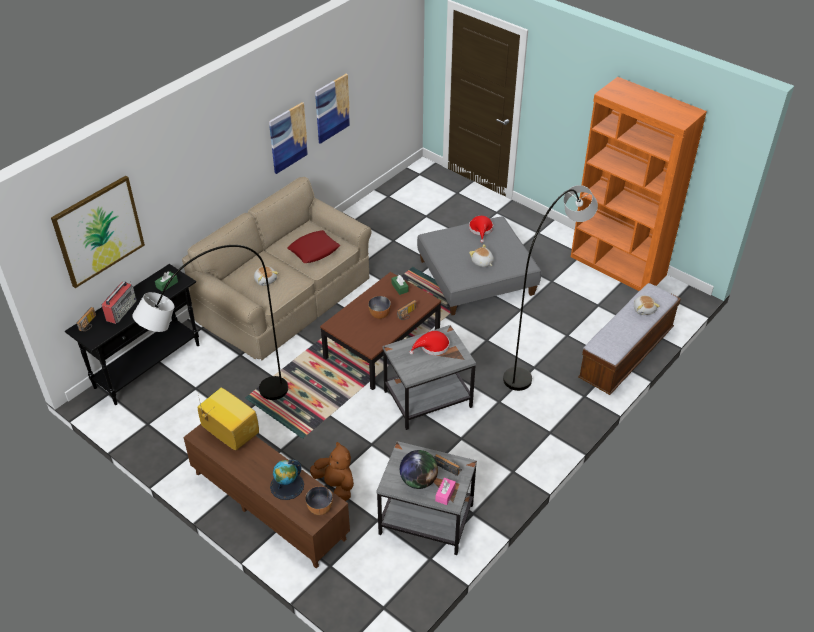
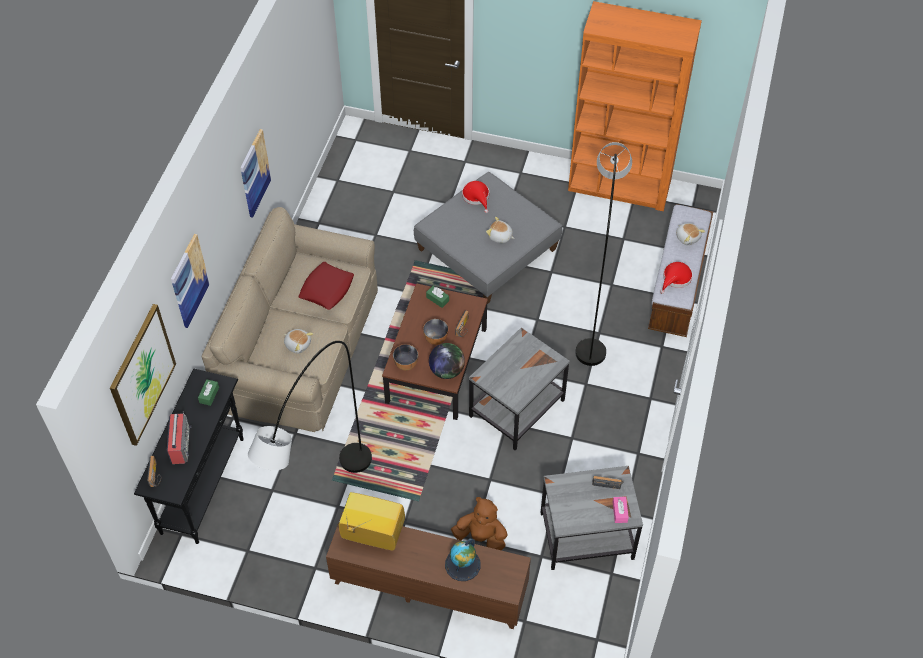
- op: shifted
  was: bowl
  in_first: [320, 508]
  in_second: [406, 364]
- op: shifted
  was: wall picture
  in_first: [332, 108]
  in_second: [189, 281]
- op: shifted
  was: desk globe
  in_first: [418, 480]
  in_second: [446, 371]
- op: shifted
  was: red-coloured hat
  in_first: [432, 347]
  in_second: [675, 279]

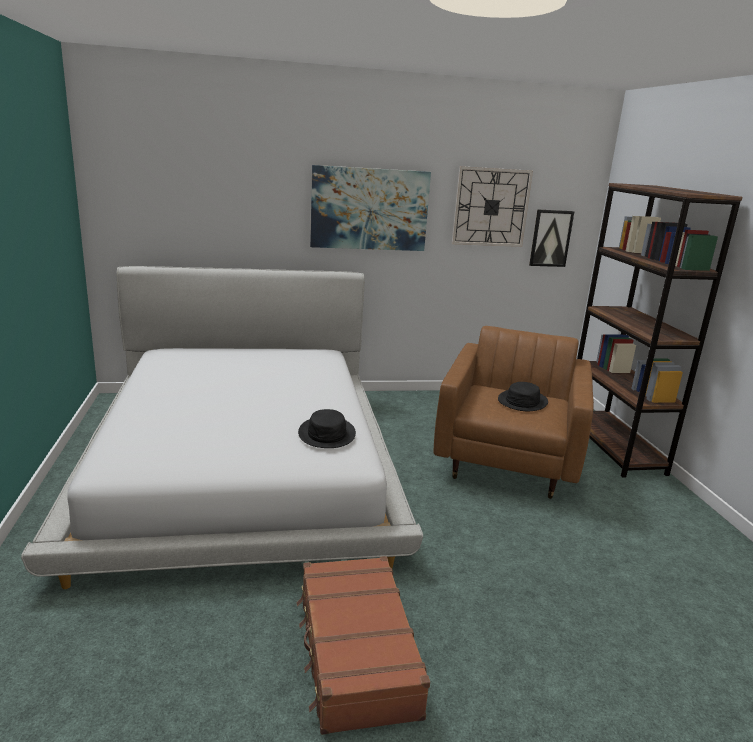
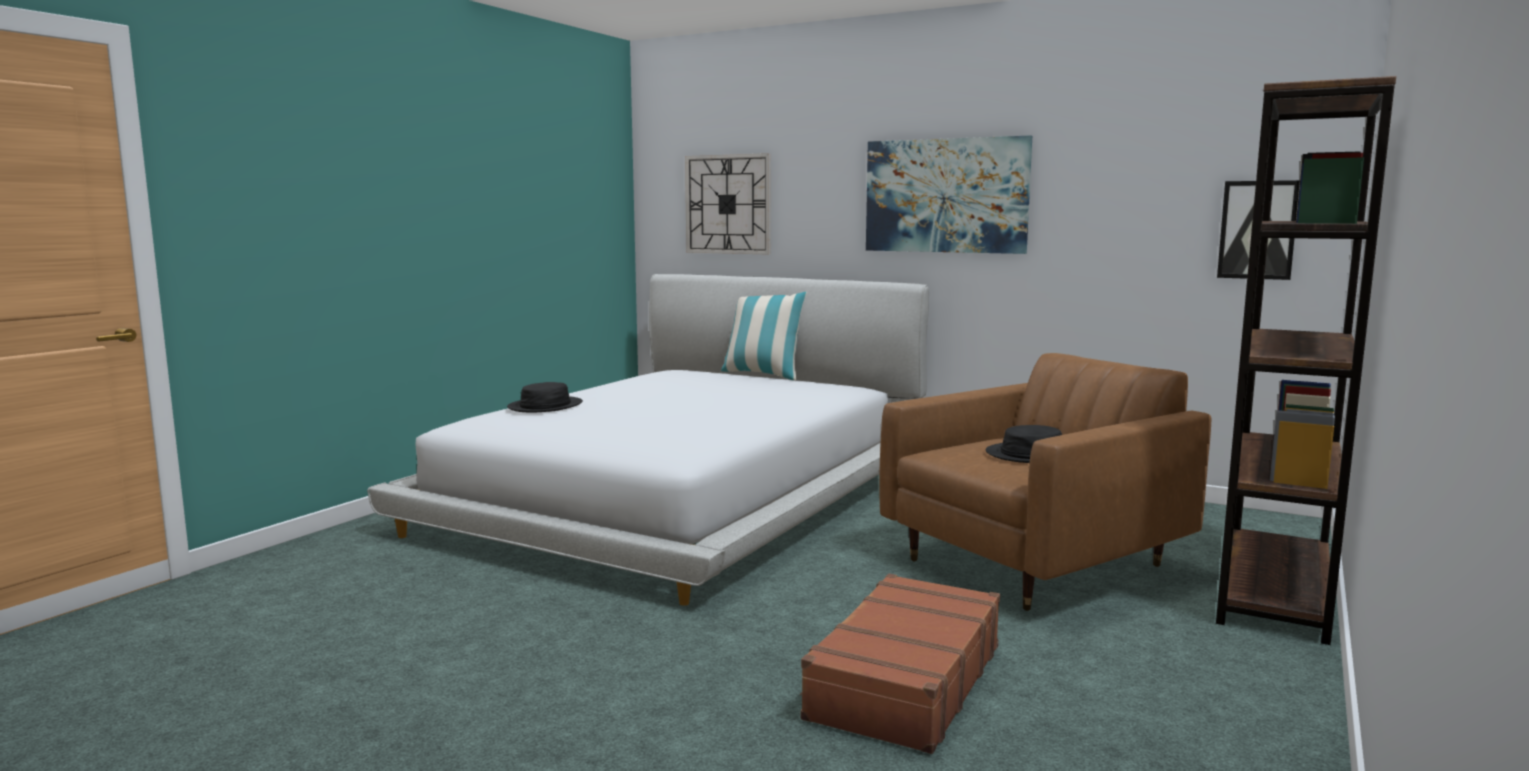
- op: shifted
  was: brown-coloured travel case
  in_first: [355, 653]
  in_second: [904, 682]
- op: shifted
  was: blackish hat
  in_first: [327, 434]
  in_second: [545, 406]
- op: shifted
  was: clock on the wall
  in_first: [491, 207]
  in_second: [728, 204]
- op: new
  now: cushion
  in_second: [763, 374]

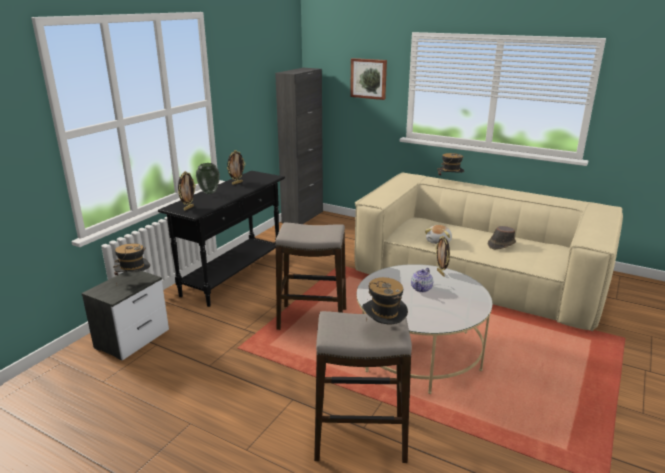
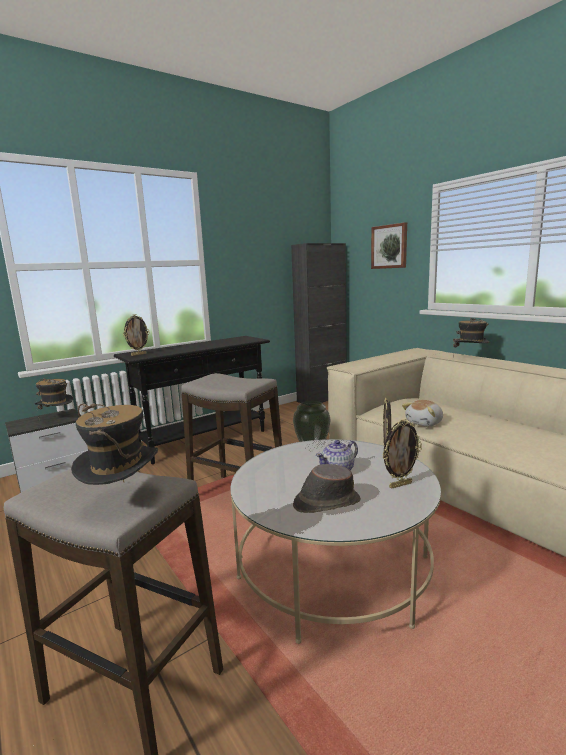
- op: shifted
  was: vase
  in_first: [209, 192]
  in_second: [311, 448]
- op: shifted
  was: standing frame
  in_first: [237, 183]
  in_second: [400, 485]
- op: shifted
  was: brown-coloured hat
  in_first: [501, 244]
  in_second: [326, 503]

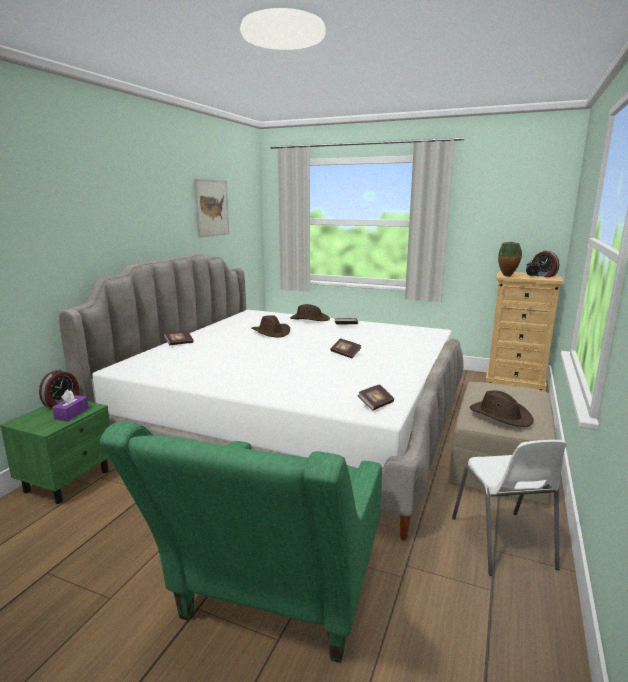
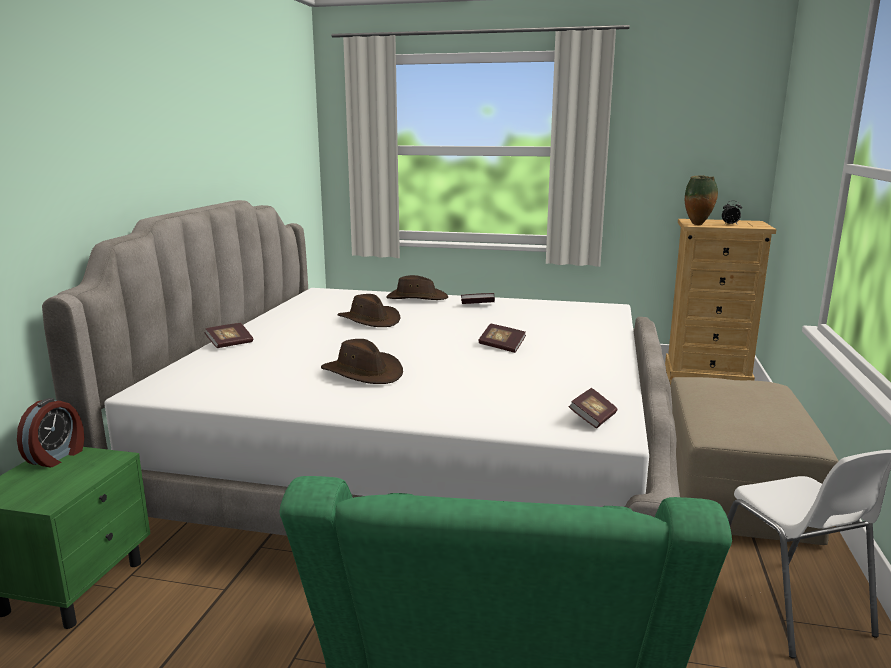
- op: gone
  was: purple-coloured tissue box
  in_first: [71, 413]
- op: gone
  was: wall picture
  in_first: [211, 208]
- op: shifted
  was: brown-coloured hat
  in_first: [500, 415]
  in_second: [363, 373]
- op: gone
  was: bedside clock
  in_first: [543, 276]

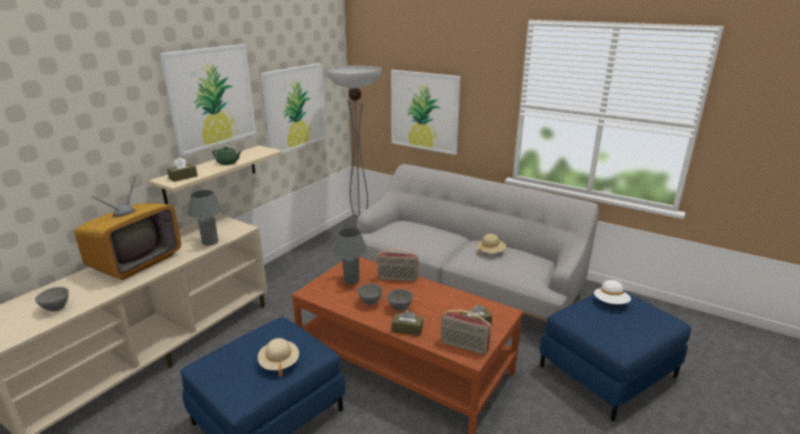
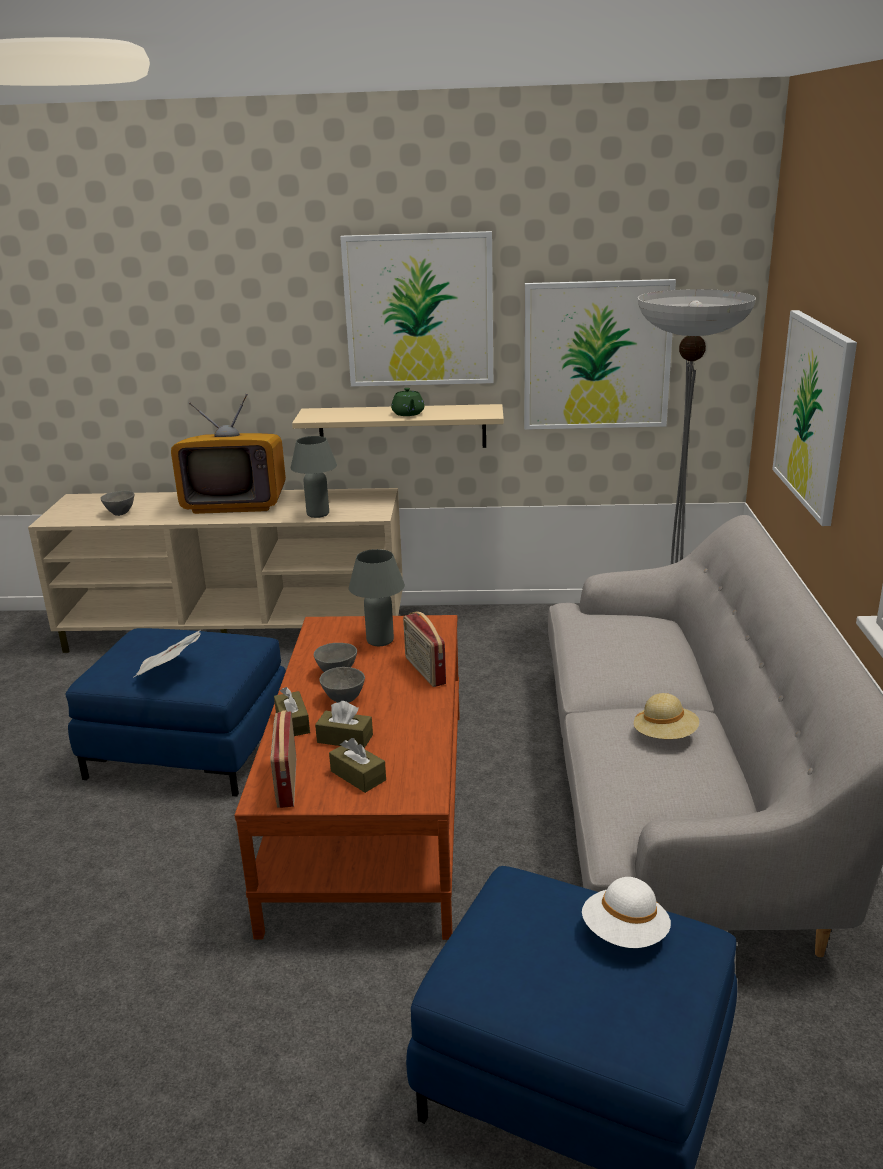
- op: shifted
  was: brown-coloured tissue box
  in_first: [183, 177]
  in_second: [345, 739]
- op: swapped
  was: beige hat
  now: printed paper
  in_first: [279, 363]
  in_second: [169, 671]

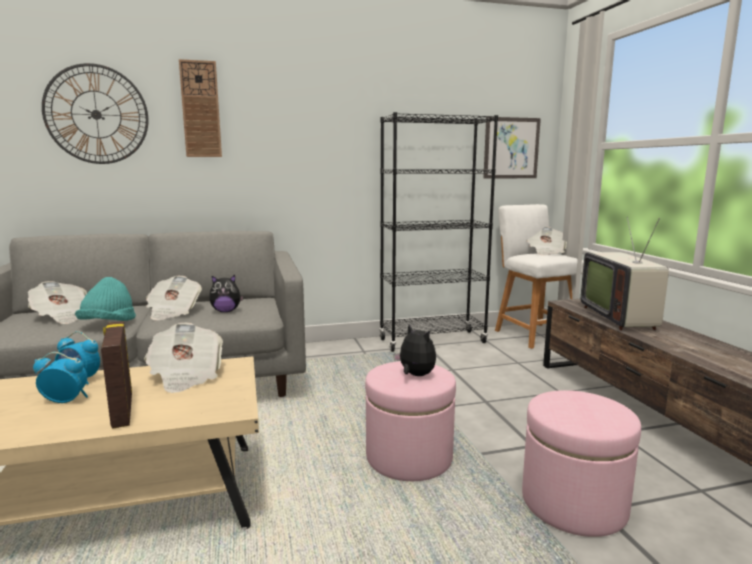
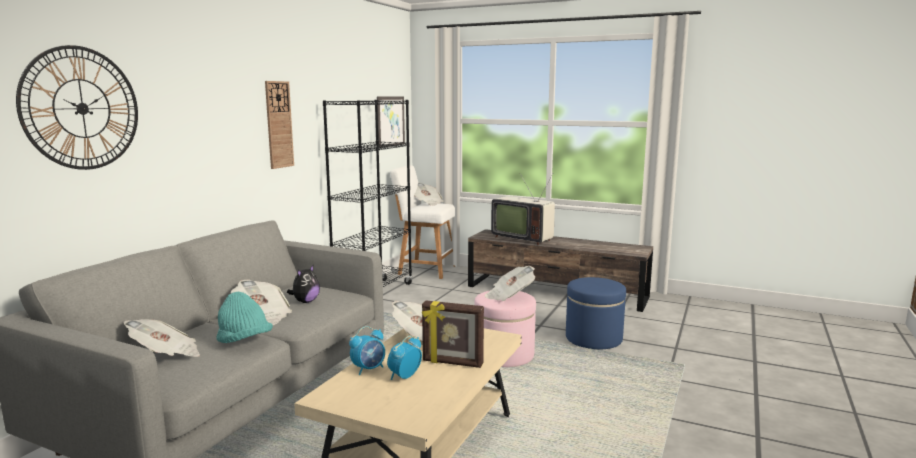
- op: shifted
  was: clock on the wall
  in_first: [201, 109]
  in_second: [279, 124]
- op: swapped
  was: soft toy
  now: printed paper
  in_first: [415, 375]
  in_second: [509, 296]
- op: repainted
  was: pink-coloured pouffe
  now: bluish pouffe
  in_first: [573, 503]
  in_second: [593, 338]

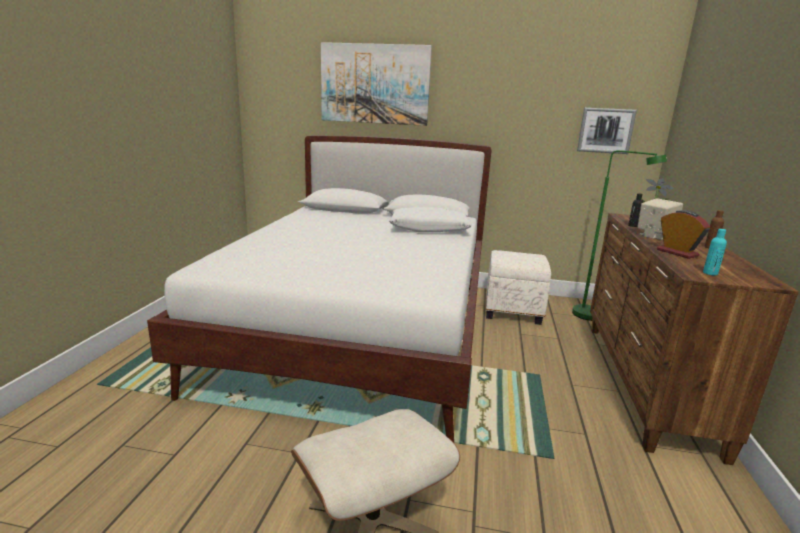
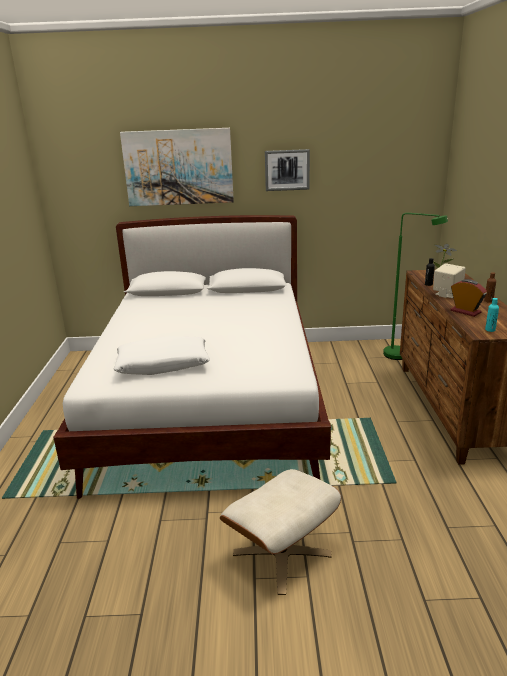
- op: shifted
  was: white-coloured cushion
  in_first: [429, 229]
  in_second: [163, 365]
- op: gone
  was: white-coloured pouffe
  in_first: [513, 311]
- op: shifted
  was: wall picture
  in_first: [605, 130]
  in_second: [287, 170]

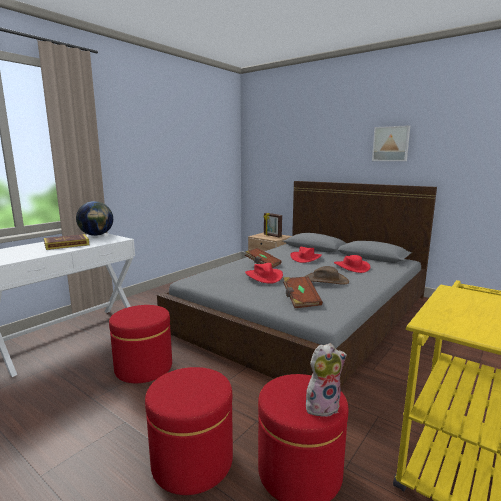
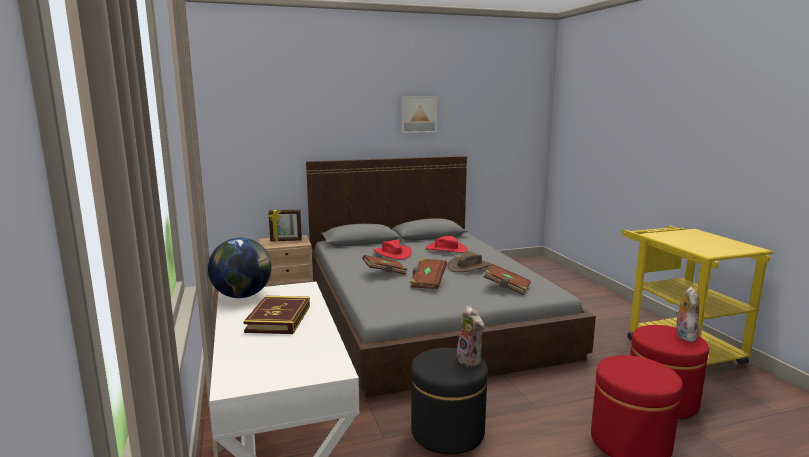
- op: repainted
  was: red-coloured pouffe
  now: blackish pouffe
  in_first: [143, 368]
  in_second: [447, 431]
- op: swapped
  was: red-coloured hat
  now: brown-coloured book
  in_first: [263, 276]
  in_second: [427, 282]
- op: new
  now: soft toy
  in_second: [471, 360]

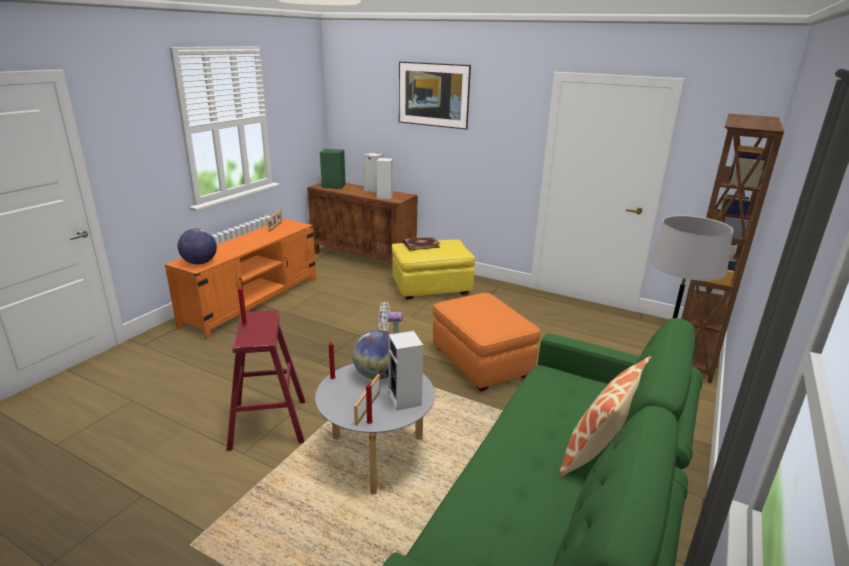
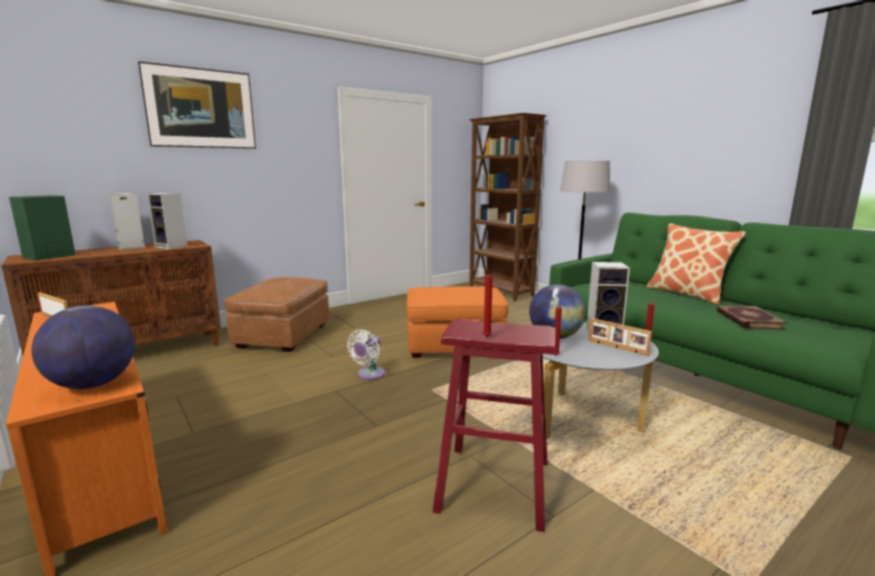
- op: repainted
  was: yellow-coloured pouffe
  now: brown-coloured pouffe
  in_first: [431, 287]
  in_second: [283, 336]
- op: shifted
  was: book
  in_first: [421, 244]
  in_second: [748, 320]

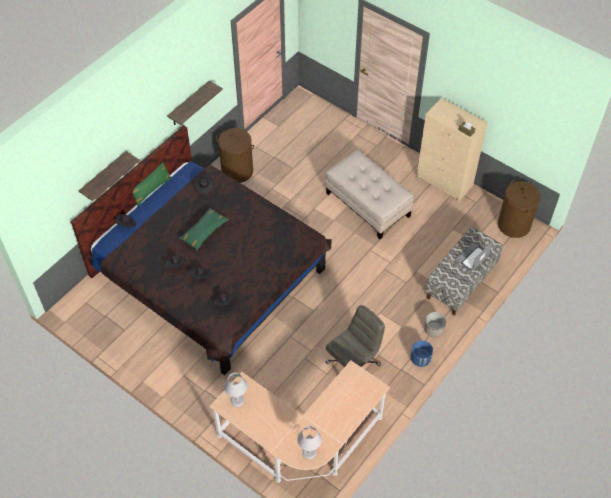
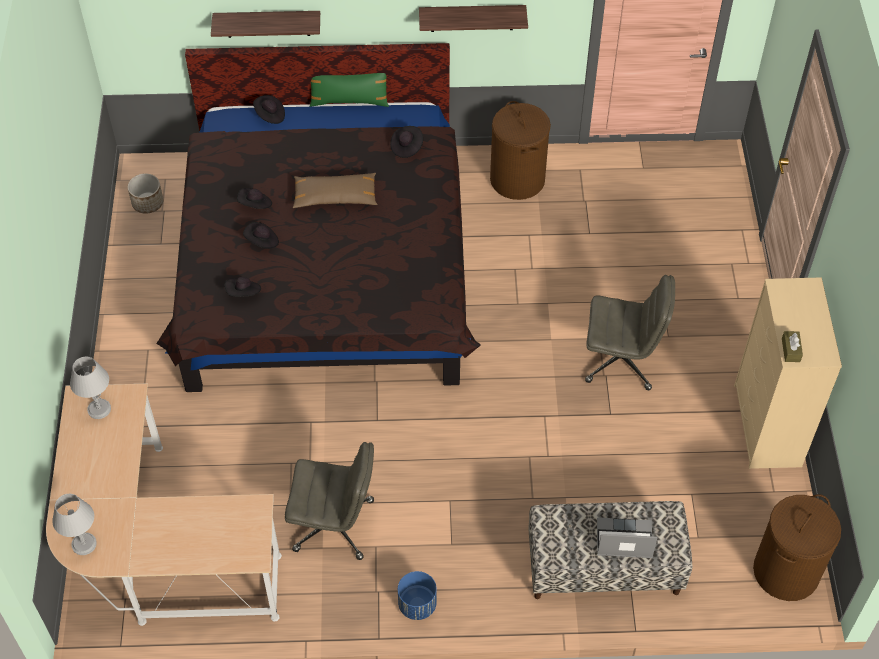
- op: repainted
  was: greenish cushion
  now: brown-coloured cushion
  in_first: [204, 232]
  in_second: [335, 196]
- op: swapped
  was: beige pouffe
  now: greyish desk chair
  in_first: [368, 204]
  in_second: [621, 360]
- op: shifted
  was: flower pot
  in_first: [434, 329]
  in_second: [148, 203]

